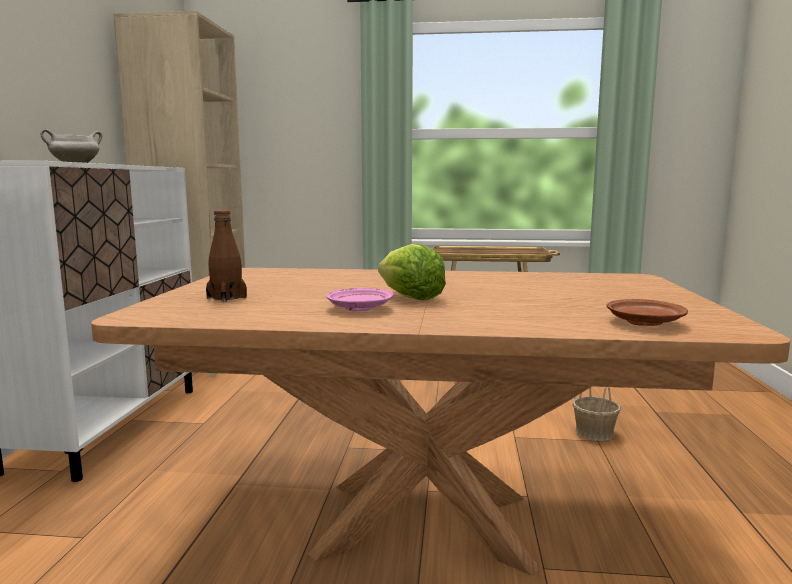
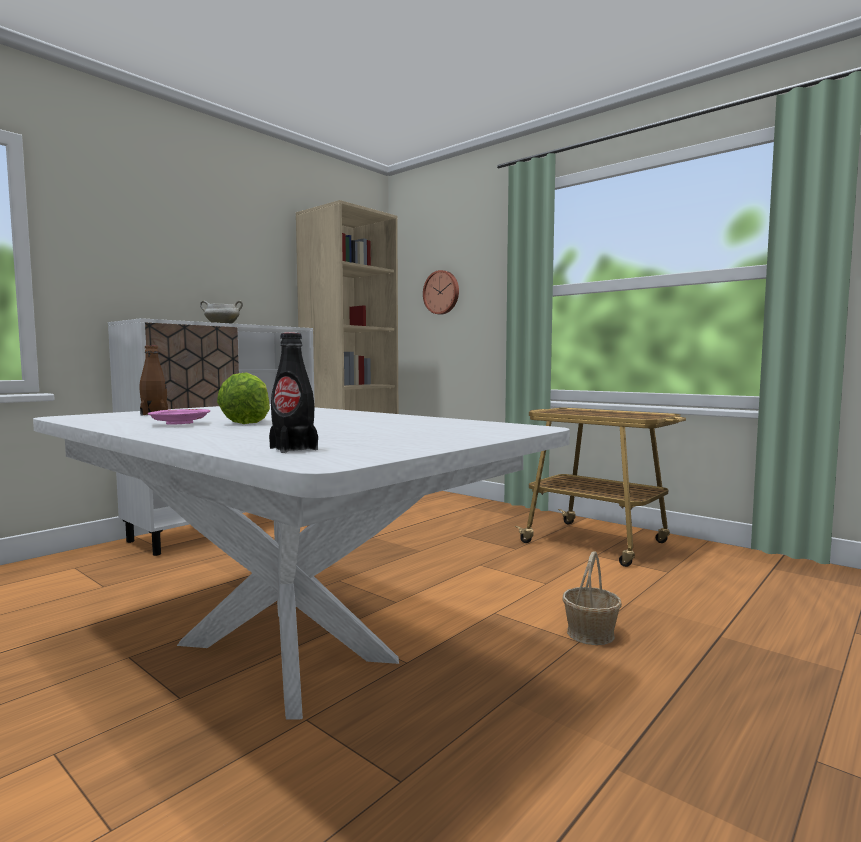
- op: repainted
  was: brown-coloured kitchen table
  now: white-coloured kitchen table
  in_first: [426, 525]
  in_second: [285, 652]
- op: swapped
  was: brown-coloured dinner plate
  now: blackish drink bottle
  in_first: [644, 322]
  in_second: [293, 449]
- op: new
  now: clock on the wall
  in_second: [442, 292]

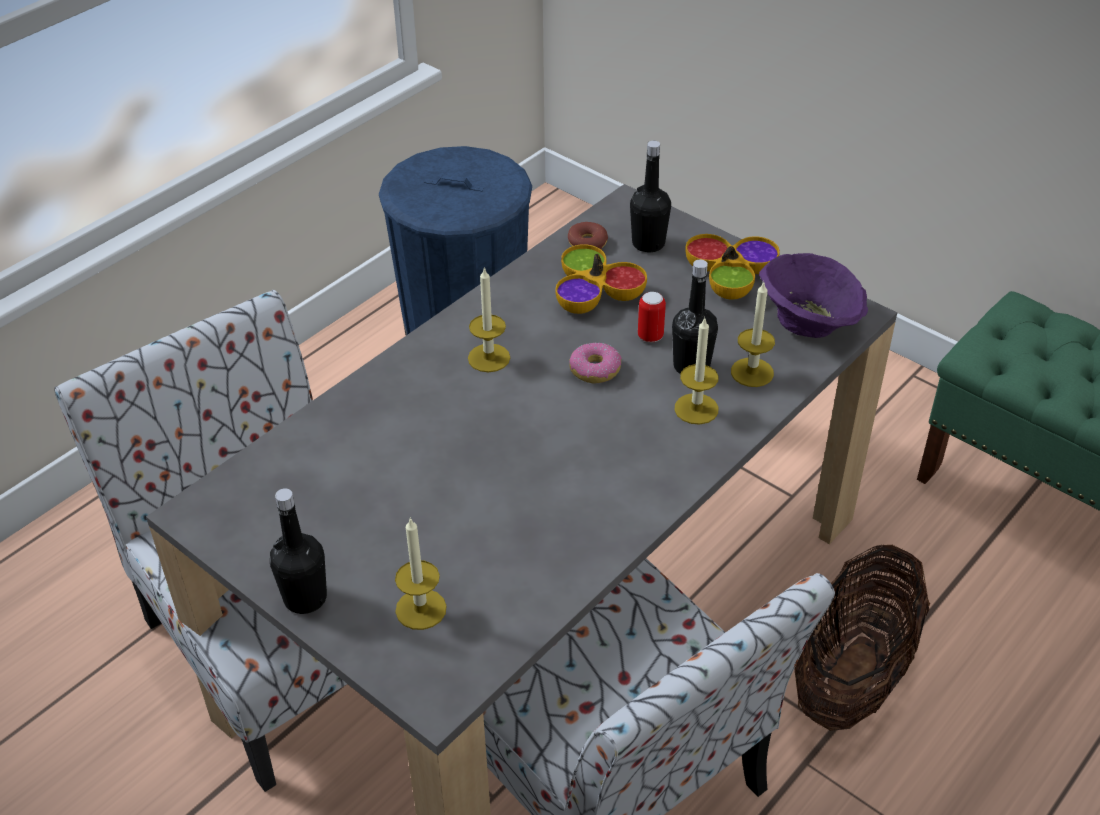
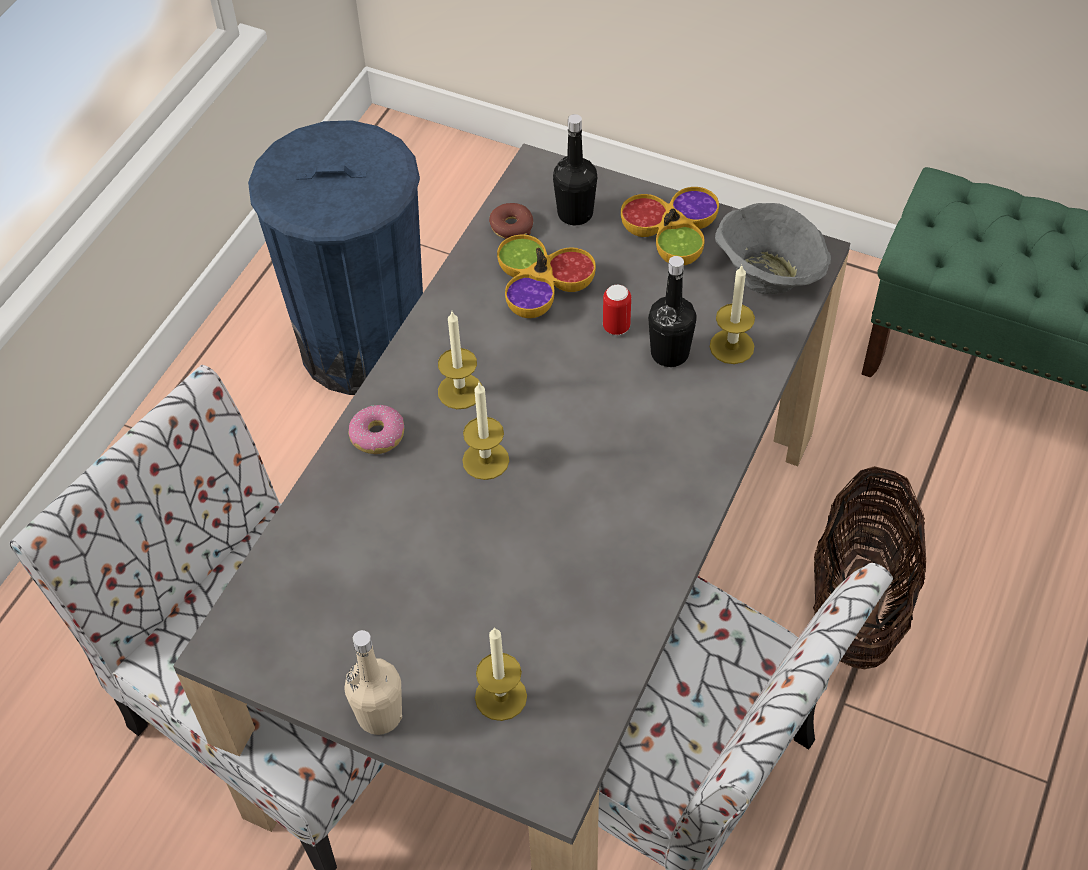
- op: repainted
  was: blackish drink bottle
  now: beige drink bottle
  in_first: [305, 598]
  in_second: [379, 715]
- op: shifted
  was: donut
  in_first: [595, 370]
  in_second: [378, 435]
- op: shifted
  was: wax light
  in_first: [696, 409]
  in_second: [485, 460]
- op: repainted
  was: purple-coloured bowl
  now: greyish bowl
  in_first: [809, 324]
  in_second: [769, 277]

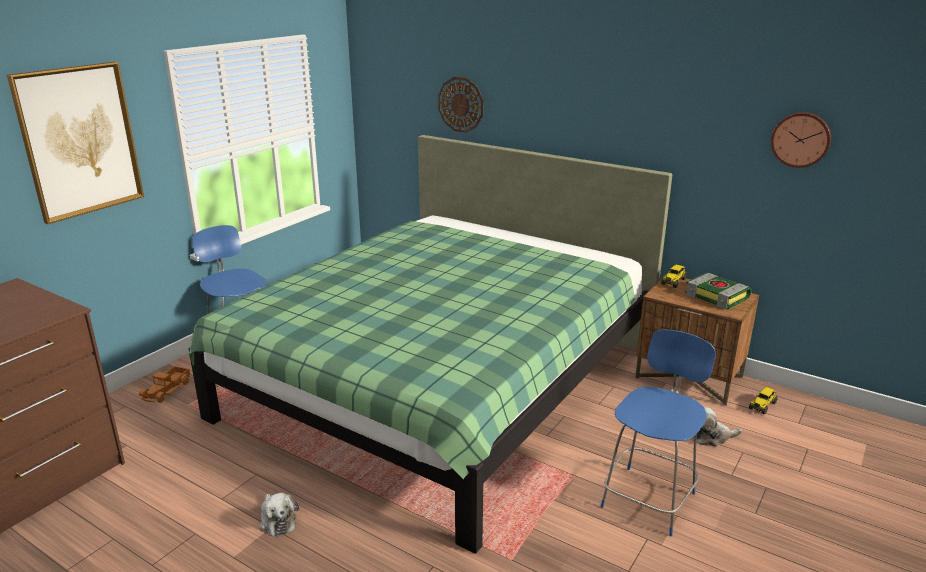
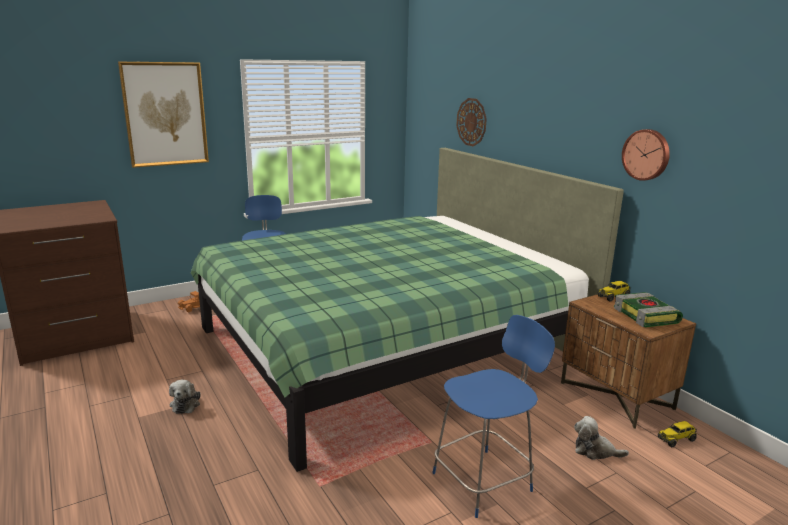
- op: shifted
  was: clock on the wall
  in_first: [801, 139]
  in_second: [646, 154]

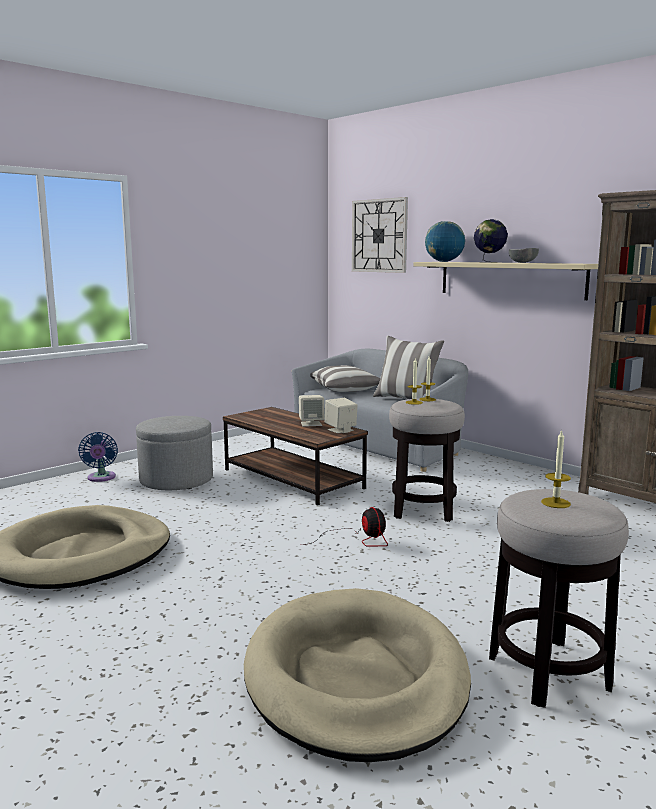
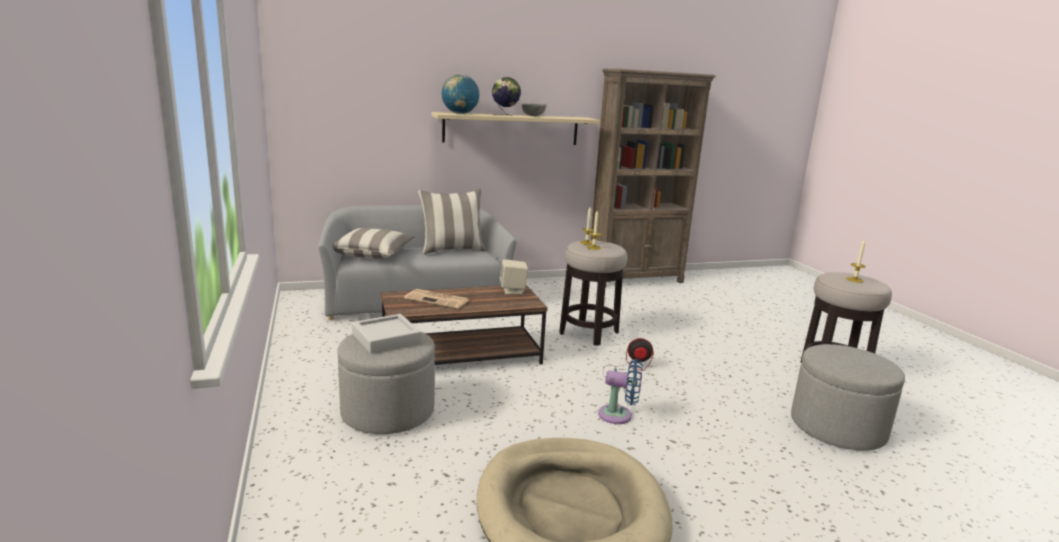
- op: shifted
  was: bluish electric fan
  in_first: [101, 478]
  in_second: [619, 415]
- op: swapped
  was: beige pet bed
  now: greyish pouffe
  in_first: [356, 677]
  in_second: [837, 427]
- op: gone
  was: beige loudspeaker
  in_first: [311, 424]
- op: gone
  was: clock on the wall
  in_first: [379, 236]
- op: new
  now: greyish serving tray
  in_second: [386, 338]
- op: new
  now: printed paper
  in_second: [438, 299]

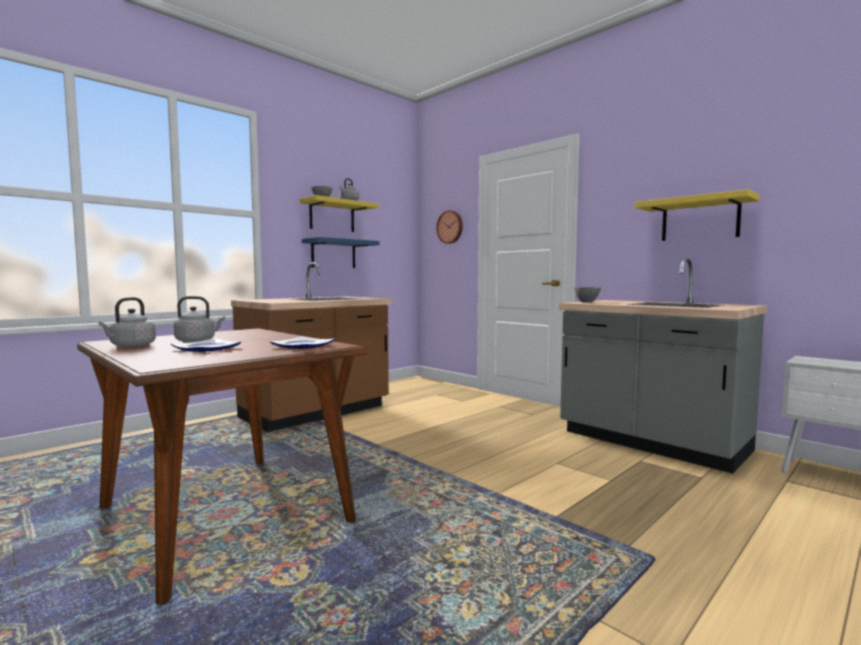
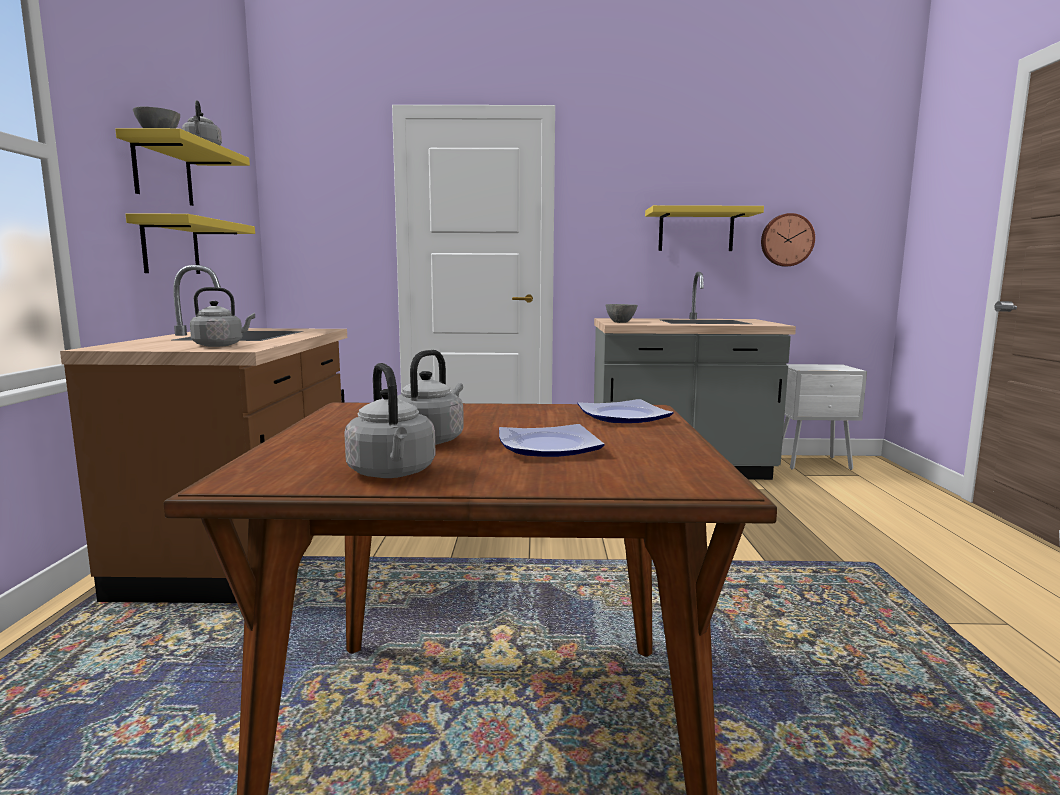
- op: repainted
  was: bluish shelf
  now: yellow-coloured shelf
  in_first: [333, 254]
  in_second: [171, 247]
- op: shifted
  was: clock on the wall
  in_first: [450, 227]
  in_second: [786, 240]
- op: new
  now: greyish kettle
  in_second: [221, 345]

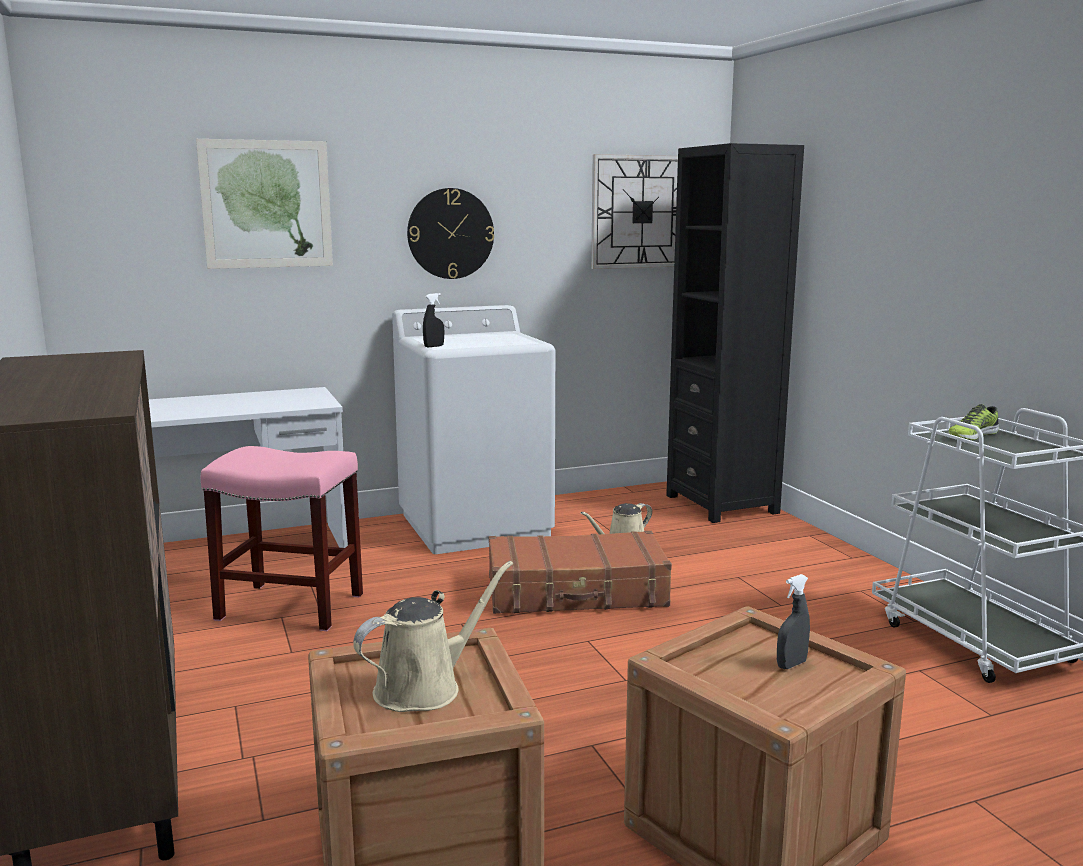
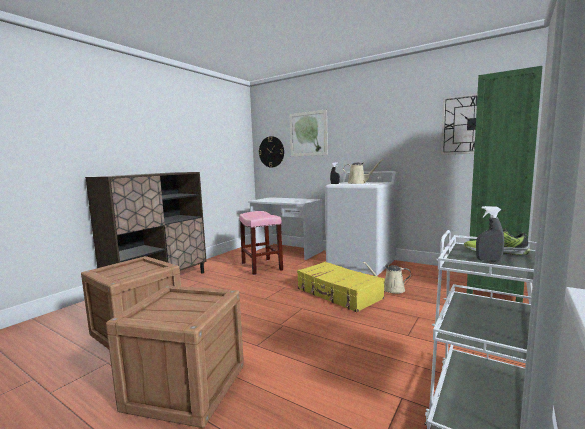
- op: shifted
  was: beige sprinkling can
  in_first: [425, 687]
  in_second: [359, 183]
- op: shifted
  was: clock on the wall
  in_first: [450, 233]
  in_second: [271, 152]
- op: repainted
  was: brown-coloured travel case
  now: yellow-coloured travel case
  in_first: [577, 592]
  in_second: [338, 294]
- op: repainted
  was: blackish shelving unit
  now: greenish shelving unit
  in_first: [722, 504]
  in_second: [494, 289]
- op: shifted
  was: greyish spray bottle
  in_first: [791, 664]
  in_second: [488, 260]

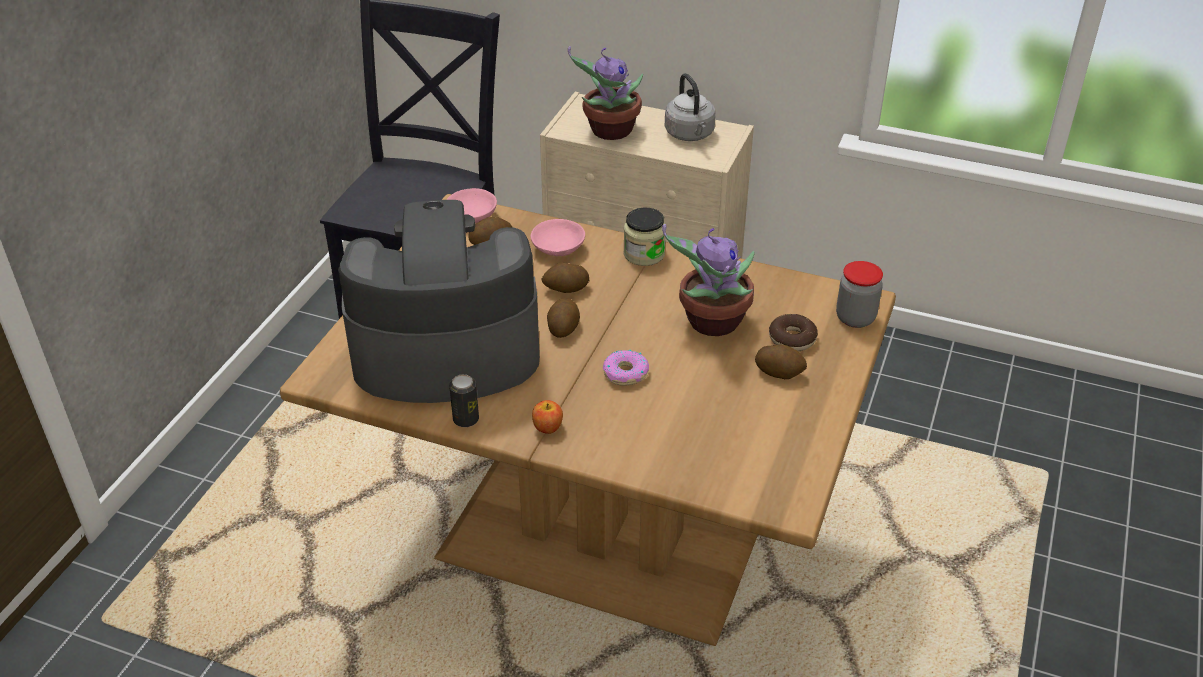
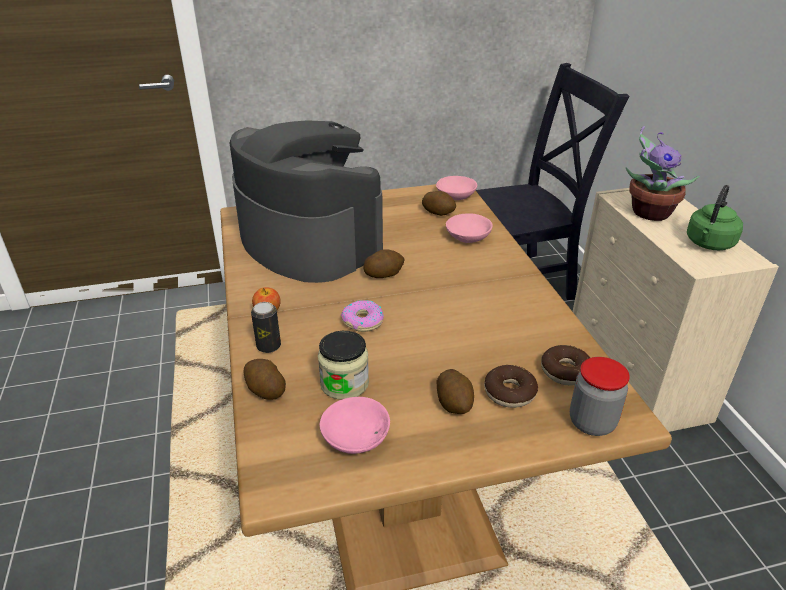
- op: shifted
  was: metal can
  in_first: [466, 419]
  in_second: [268, 346]
- op: shifted
  was: spud
  in_first: [565, 289]
  in_second: [265, 390]
- op: shifted
  was: storage jar
  in_first: [644, 254]
  in_second: [344, 383]
- op: gone
  was: houseplant
  in_first: [711, 323]
- op: repainted
  was: greyish kettle
  now: greenish kettle
  in_first: [690, 135]
  in_second: [708, 244]
- op: new
  now: pink-coloured bowl
  in_second: [354, 436]
- op: new
  now: donut
  in_second: [565, 371]

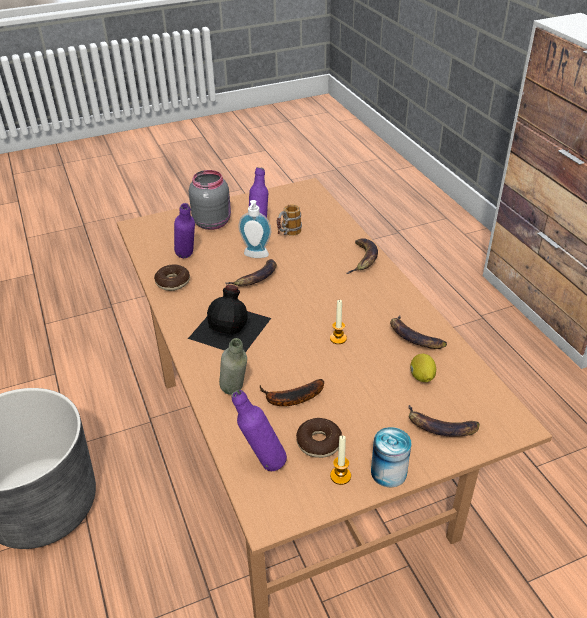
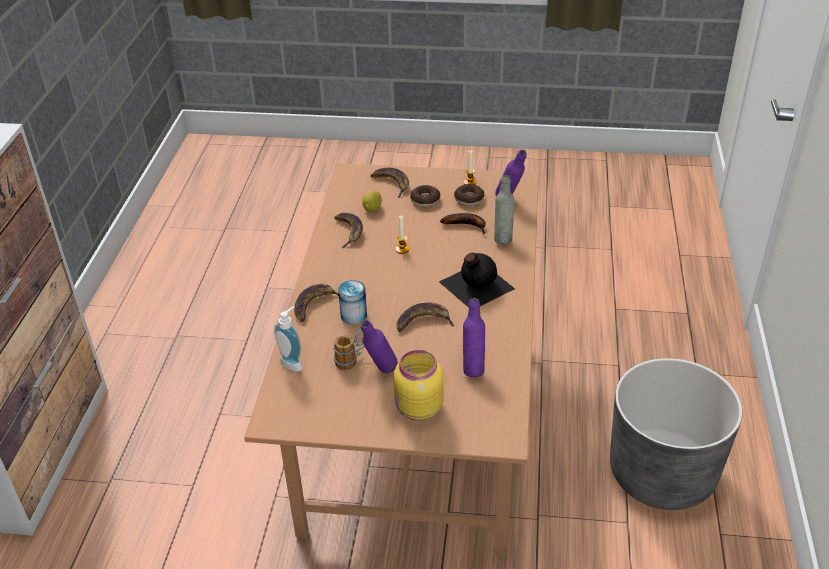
- op: shifted
  was: donut
  in_first: [173, 282]
  in_second: [425, 200]
- op: repainted
  was: greyish storage jar
  now: yellow-coloured storage jar
  in_first: [213, 222]
  in_second: [417, 409]
- op: shifted
  was: liquid soap bottle
  in_first: [255, 256]
  in_second: [293, 362]
- op: shifted
  was: metal can
  in_first: [388, 472]
  in_second: [353, 315]

